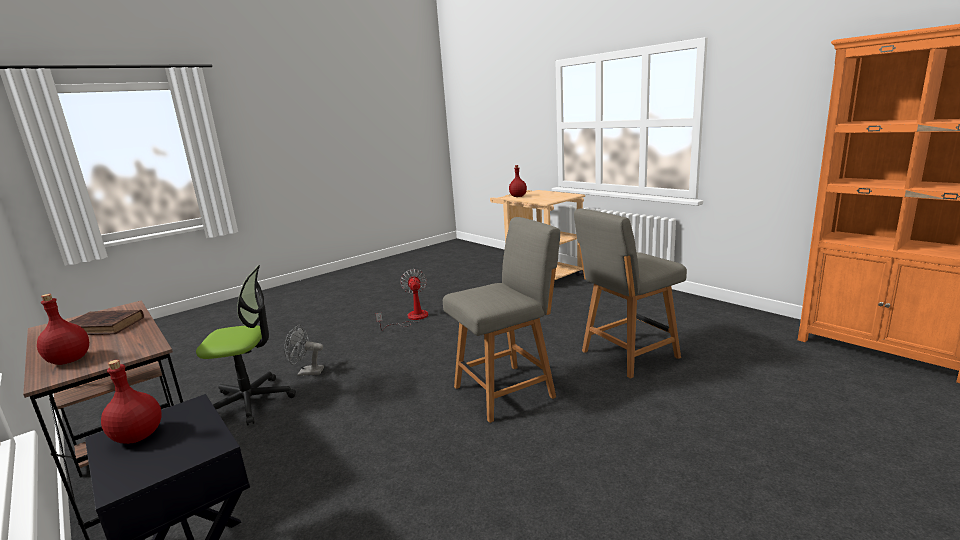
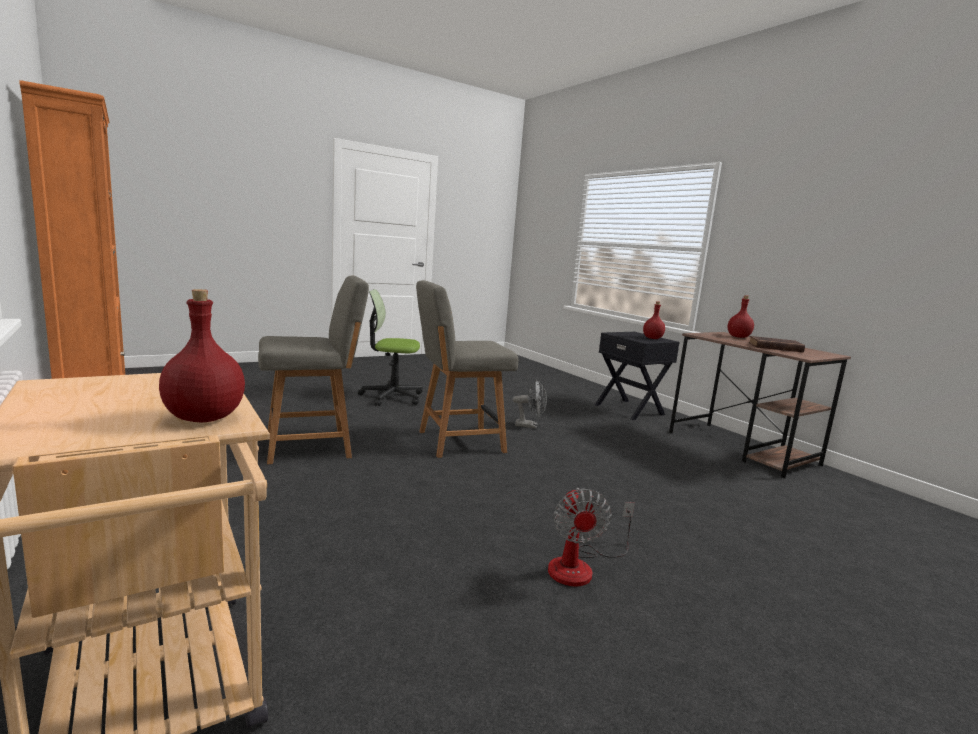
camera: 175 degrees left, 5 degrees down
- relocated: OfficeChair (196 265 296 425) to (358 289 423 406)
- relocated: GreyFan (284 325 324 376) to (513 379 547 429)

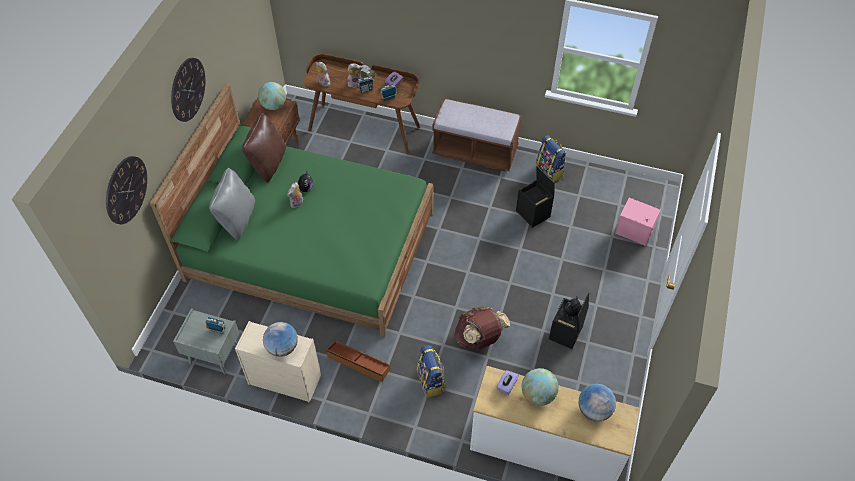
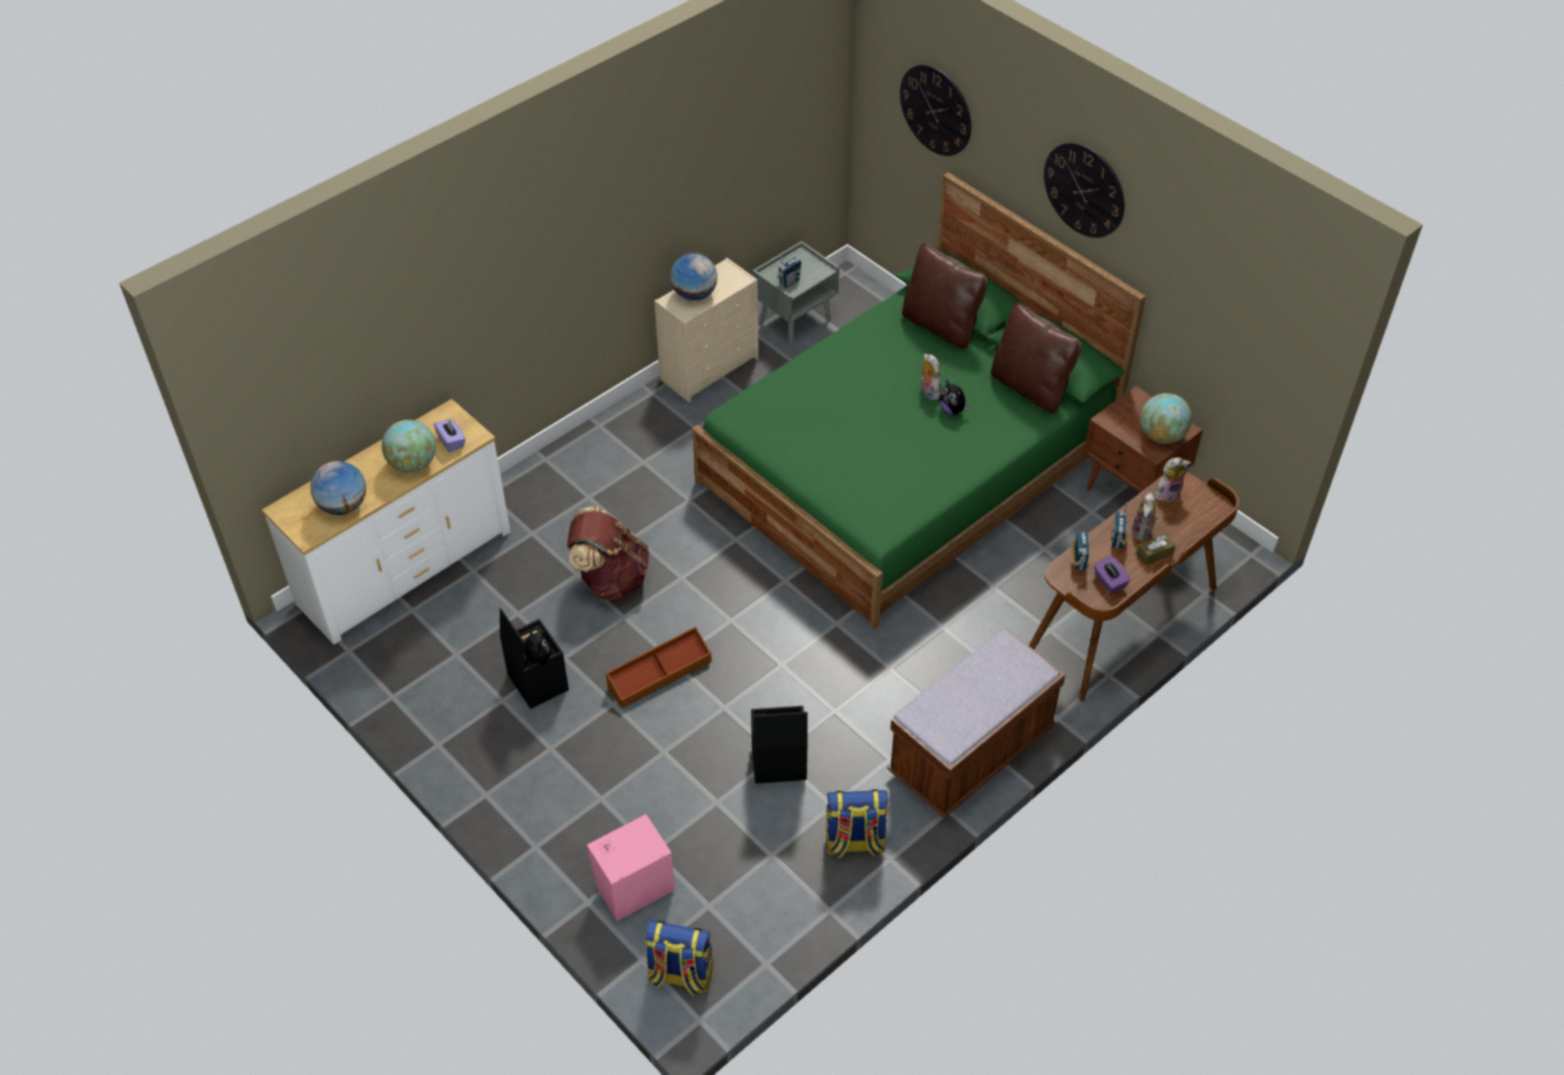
camera: 120 degrees right, 5 degrees down
- colour: GreyPillow (209 168 255 240) to BrownPillow (902 243 988 349)
- relocated: BrownStorageBox (326 340 390 382) to (606 626 712 708)
- relocated: Backpack (417 345 446 397) to (645 920 713 996)

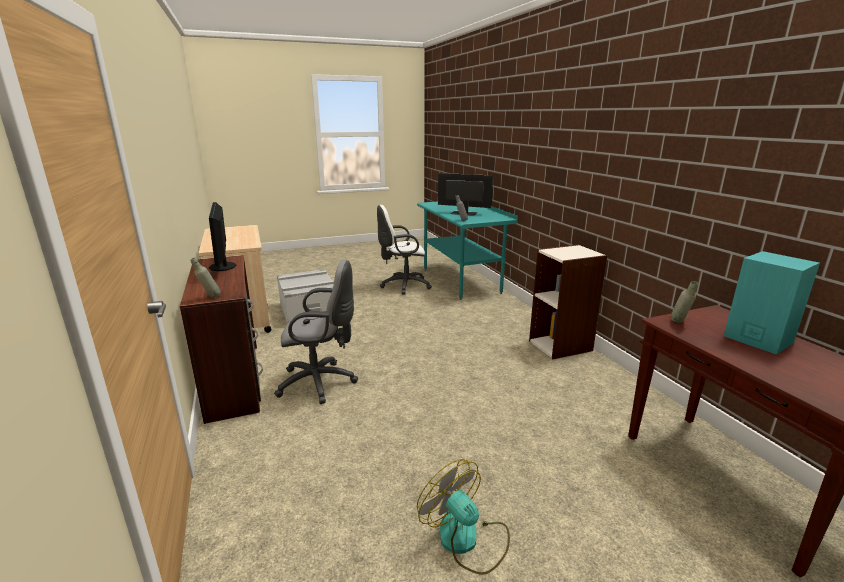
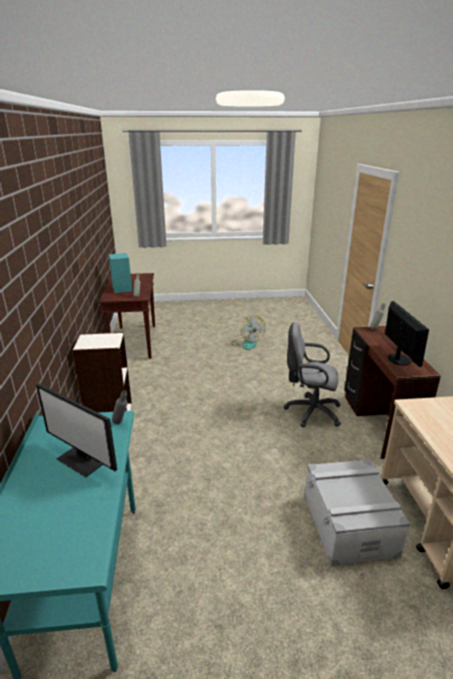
camera: 165 degrees left, 5 degrees up
- missing: WhiteOfficeChair (377 205 432 295)

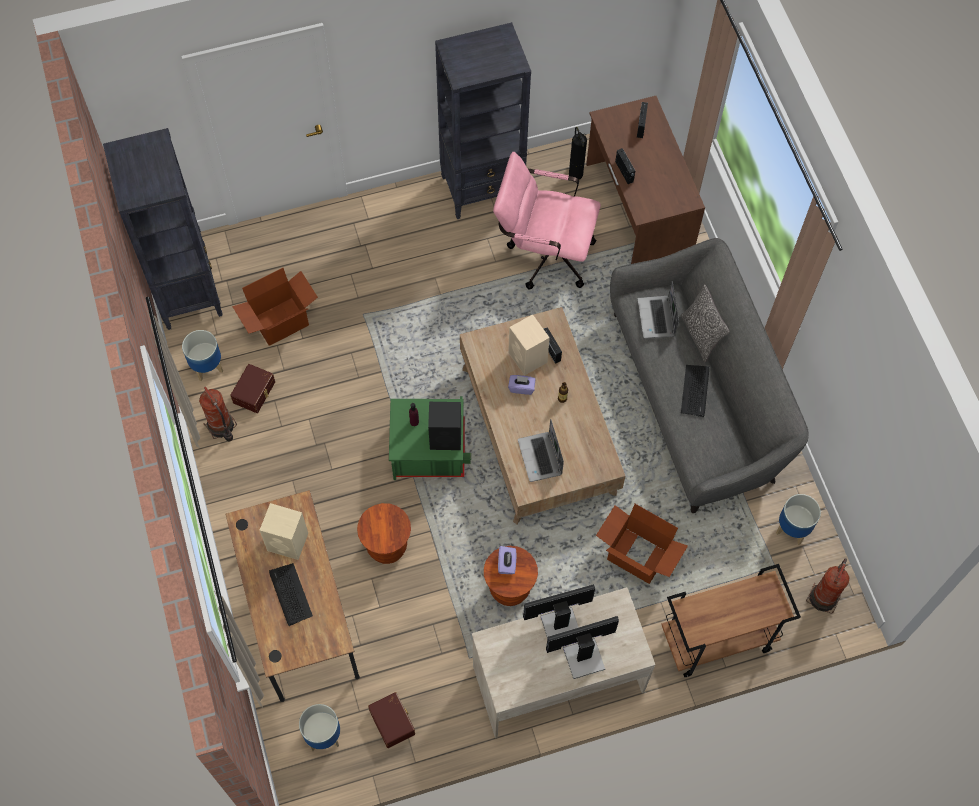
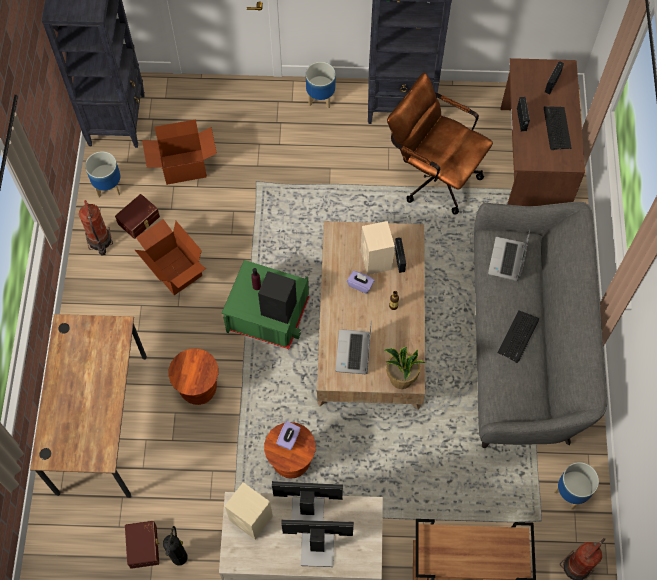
camera: 20 degrees right, 0 degrees up
- relocated: BeigeSpeaker (260 503 308 560) to (224 482 273 540)
- relocated: Keyboard (269 563 313 626) to (544 106 572 150)
- relocated: Planter (299 704 340 751) to (306 62 335 109)
- colour: PinkOfficeChair (493 152 601 290) to BrownOfficeChair (387 72 493 215)
- relocated: FireExtinguisher (569 127 587 180) to (163 526 188 566)
- relocated: CardboardBox (596 504 688 584) to (135 219 206 295)
- missing: Pillow (681 284 730 362)
- appeared: PottedPlant (384 346 425 389)

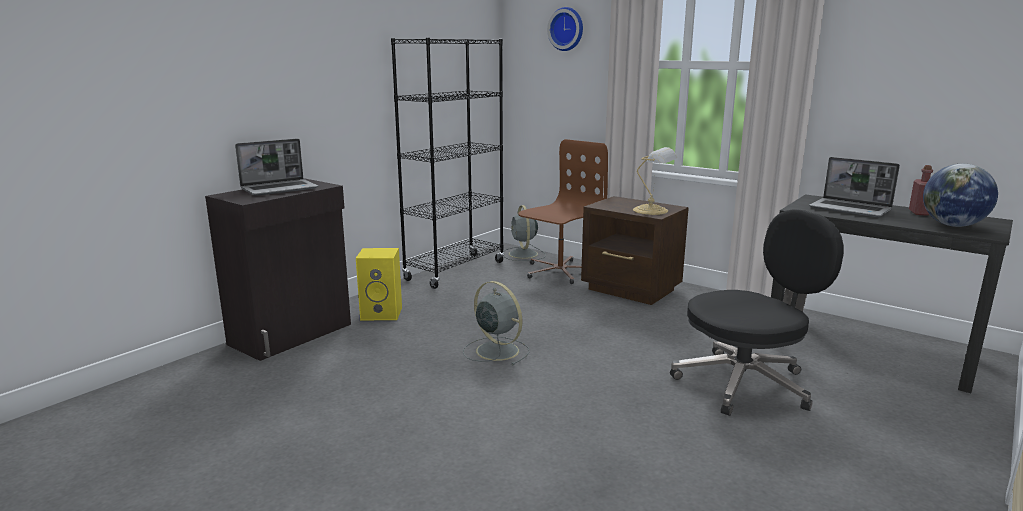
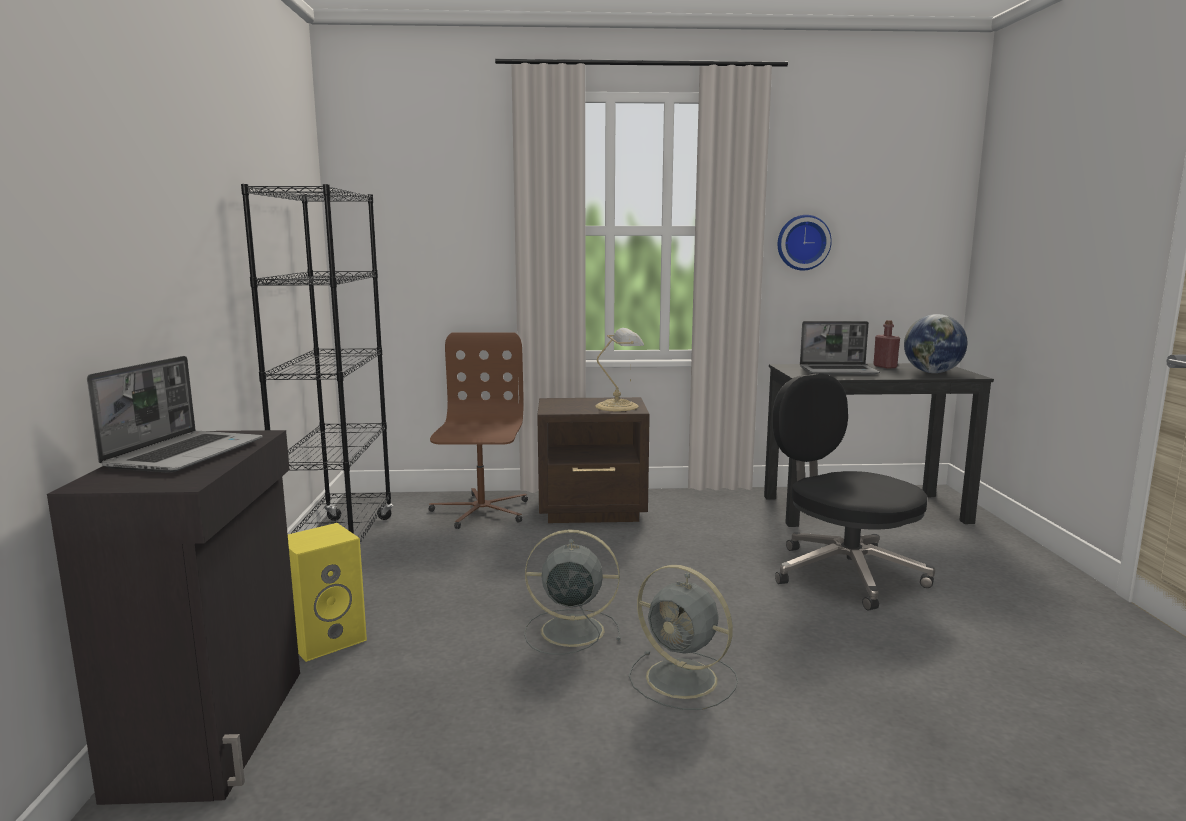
camera: 40 degrees left, 5 degrees down
- relocated: GreyFan (503 205 546 261) to (629 565 738 710)
- relocated: WallClock (547 7 583 51) to (778 215 832 271)
- spun: BlackOfficeChair (670 209 844 416) = (772 374 935 610) 60 degrees counterclockwise

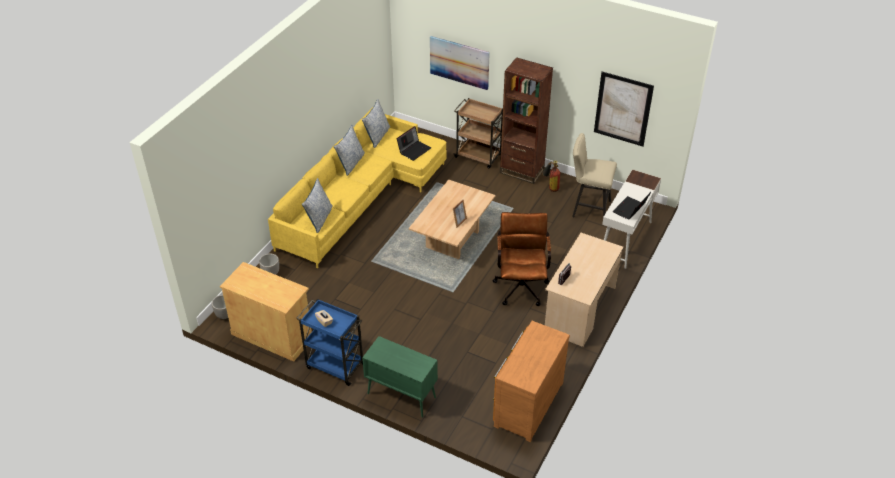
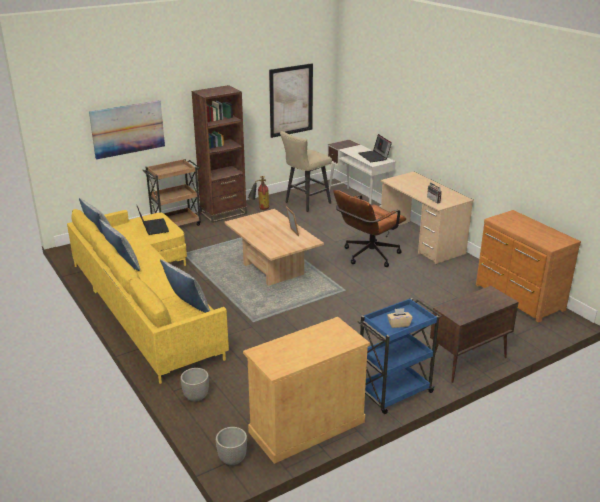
camera: 60 degrees left, 15 degrees down
- colour: GreenCabinet (362 336 438 418) to BrownCabinet (430 286 519 383)
- spun: BrownOfficeChair (492 212 551 306) = (333 190 406 267) 75 degrees counterclockwise

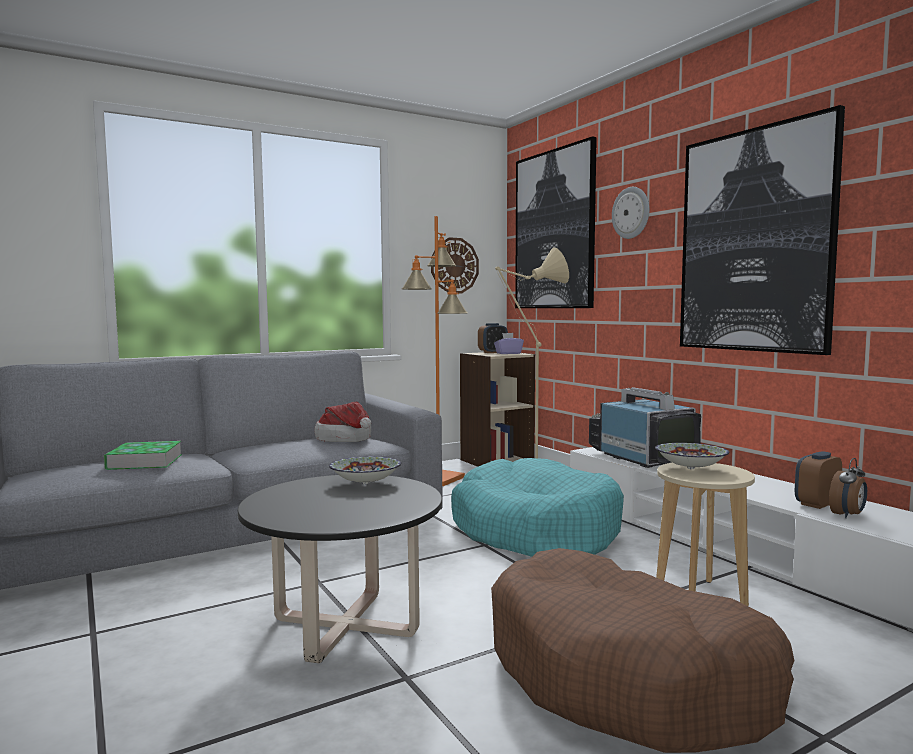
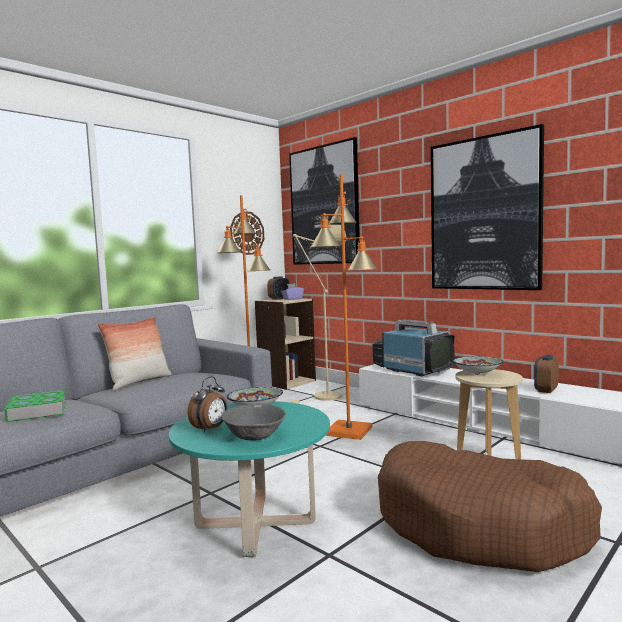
camera: 15 degrees left, 0 degrees up
- colour: BlackCoffeeTable (238 475 442 663) to TurquoiseCoffeeTable (169 401 330 557)
- missing: Hat (315 401 371 442)
- exchanged: TurquoiseDogBed (451 458 624 557) to OrangeFloorLamp (311 174 377 440)
- missing: WallClock (612 187 649 239)
- relocated: AlarmClock (829 458 867 518) to (188 376 227 433)
- appeared: Pillow (97 317 171 390)
- appeared: GreyBowl (221 404 286 441)

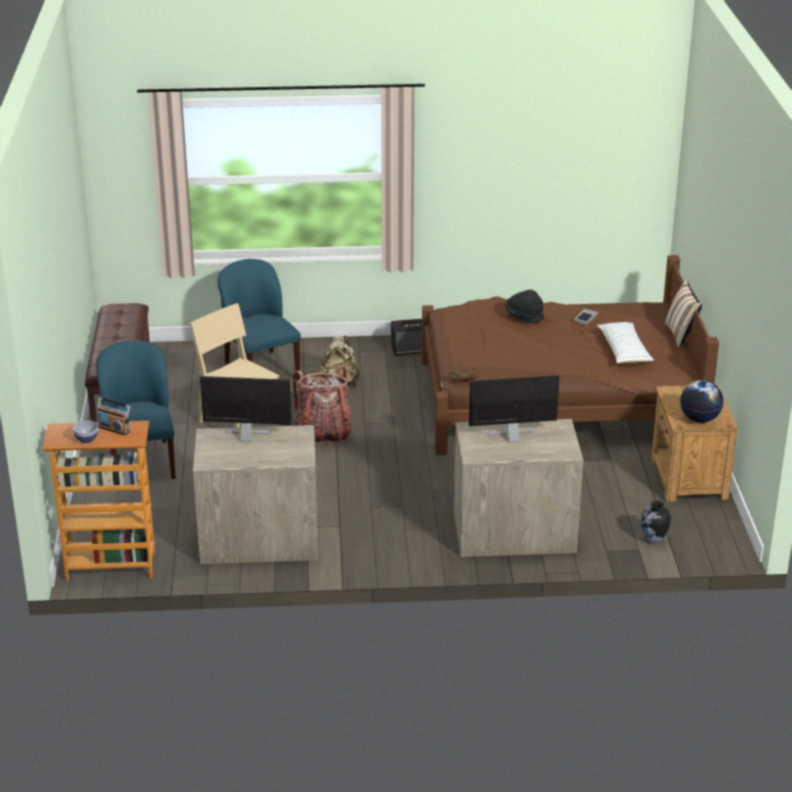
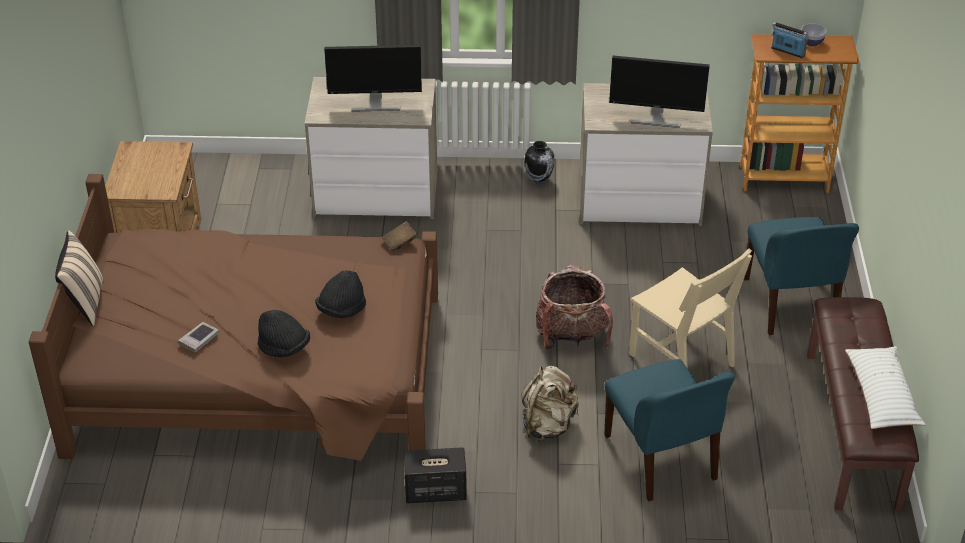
camera: 175 degrees left, 10 degrees up
- relocated: WhitePillow (597 322 654 364) to (845 346 925 429)
- relocated: Vase (641 501 671 544) to (525 141 554 184)
- missing: Globe (680 380 724 423)
- appeared: BlackHat (315 270 366 318)

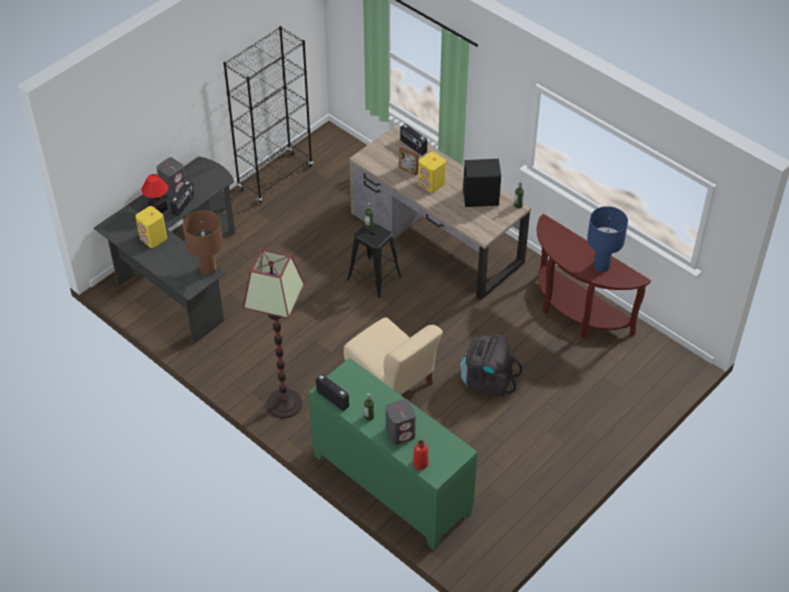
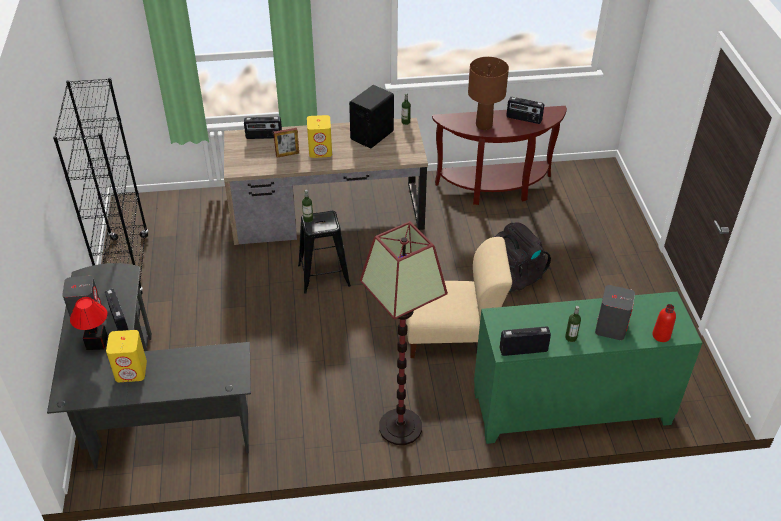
camera: 50 degrees left, 5 degrees down
- relocated: BrownTableLamp (183 210 223 275) to (468 57 509 130)
- exchanged: BlueTableLamp (587 206 628 272) to Radio (506 97 544 124)

